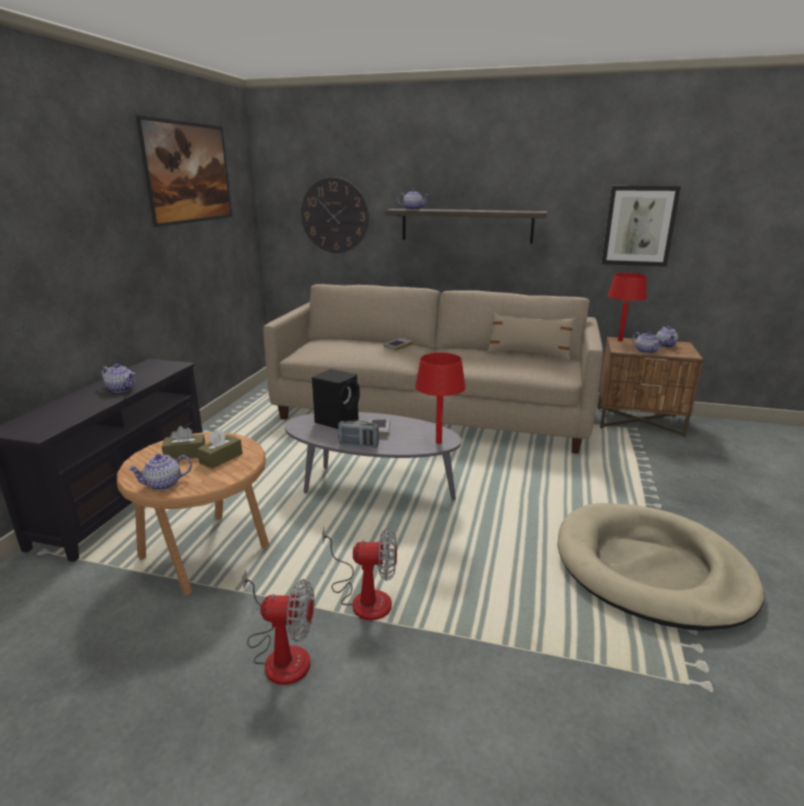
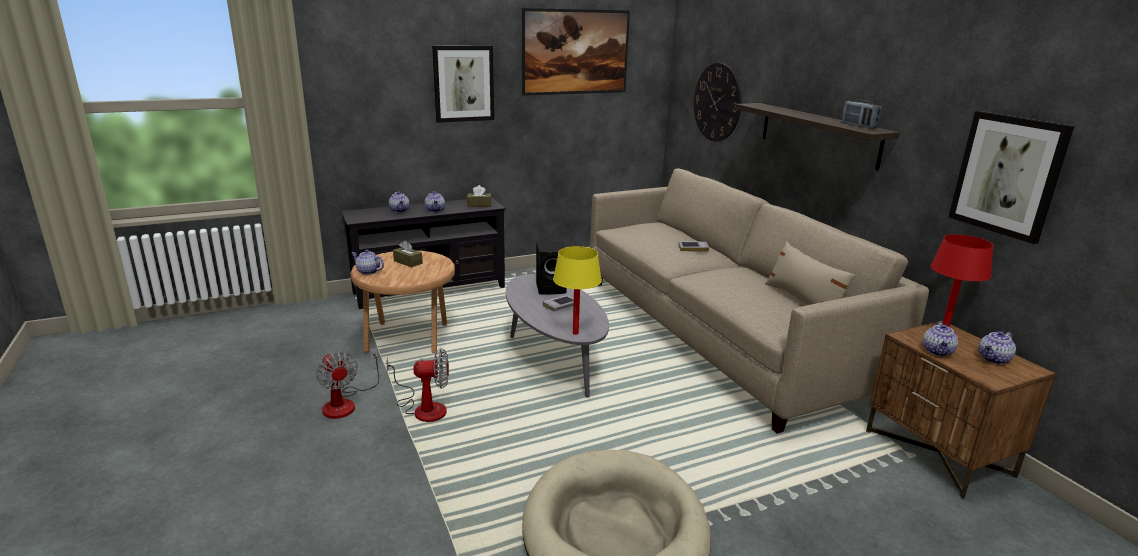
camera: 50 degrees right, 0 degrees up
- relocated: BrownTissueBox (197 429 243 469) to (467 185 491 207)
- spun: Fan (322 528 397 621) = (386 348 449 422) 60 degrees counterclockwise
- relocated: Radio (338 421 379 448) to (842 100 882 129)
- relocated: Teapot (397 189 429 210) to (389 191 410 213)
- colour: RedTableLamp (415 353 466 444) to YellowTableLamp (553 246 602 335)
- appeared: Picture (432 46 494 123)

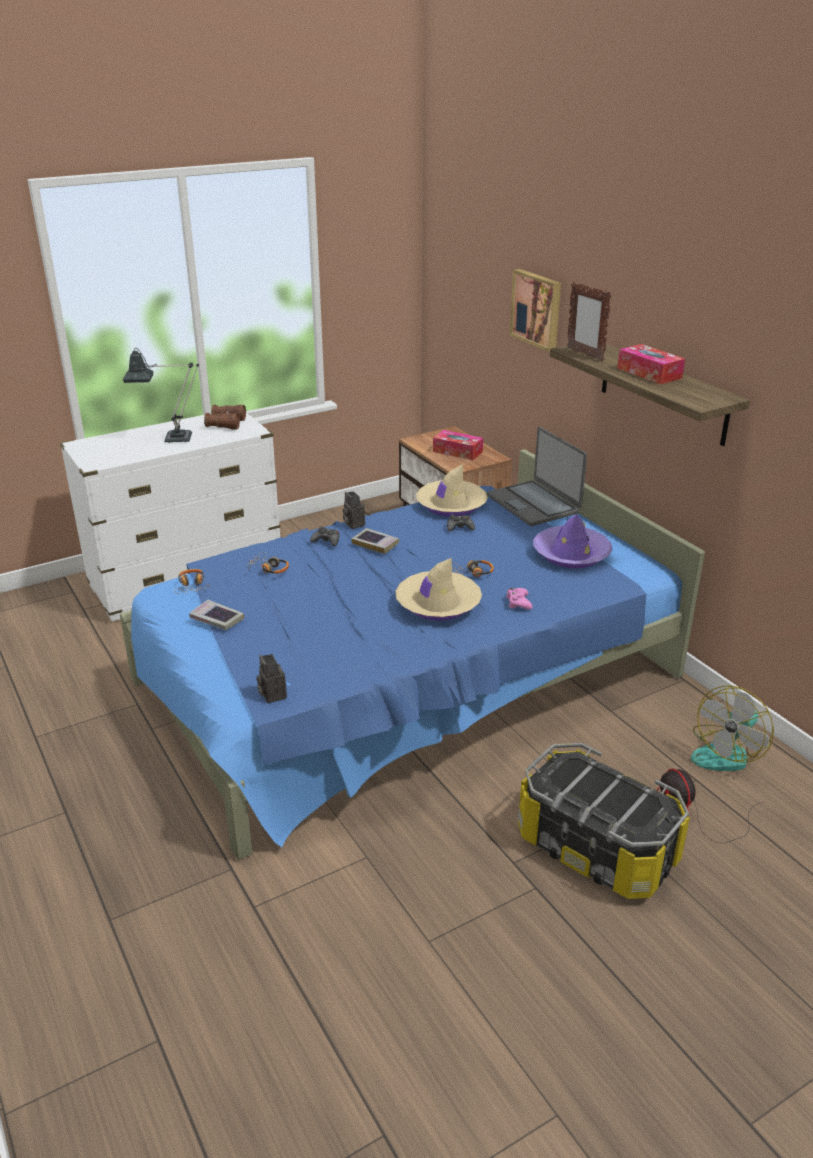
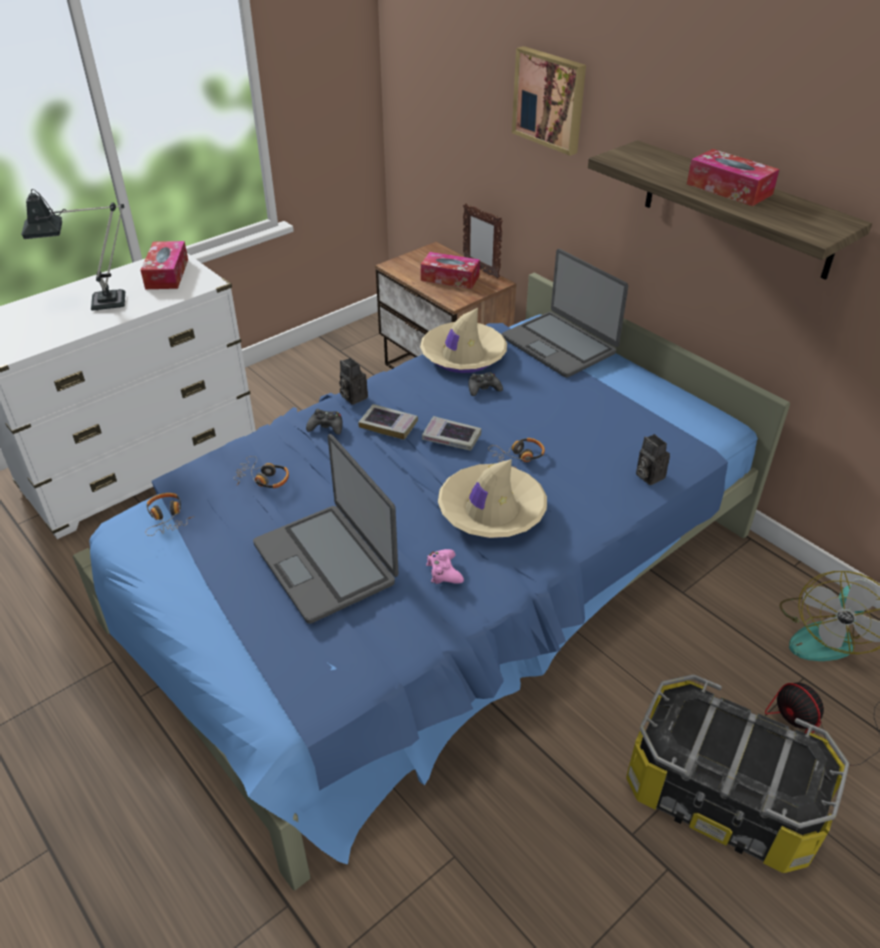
camera: 10 degrees left, 10 degrees up
- relocated: Book (189 600 244 630) to (422 416 481 451)
- exchanged: BrownBinoculars (204 404 246 430) to TissueBox (141 241 188 289)
- relocated: PhotoCamera (256 654 287 703) to (636 434 670 485)
- relocated: PinkGameController (506 588 532 609) to (426 549 464 584)
- missing: PurpleHat (533 514 612 568)
- relocated: PictureFrame (567 282 612 361) to (463 203 503 278)
- appeared: Laptop (253 434 398 624)

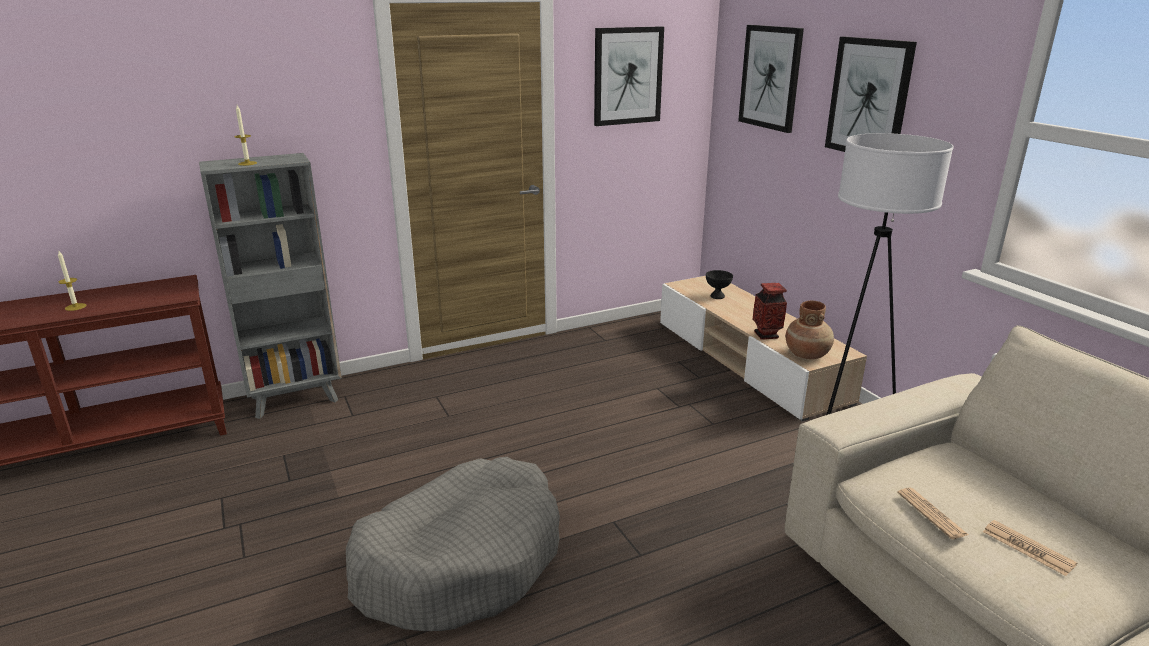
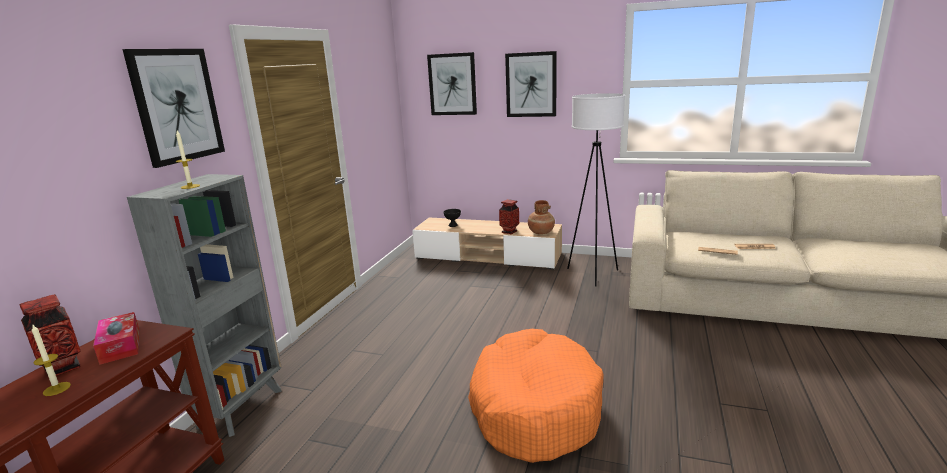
camera: 45 degrees left, 5 degrees down
- colour: GreyDogBed (346 457 560 631) to OrangeDogBed (468 329 604 463)
- relocated: Picture (594 26 664 126) to (122 49 225 168)
- appeared: Vase (20 294 81 376)
- appeared: TissueBox (93 312 139 365)

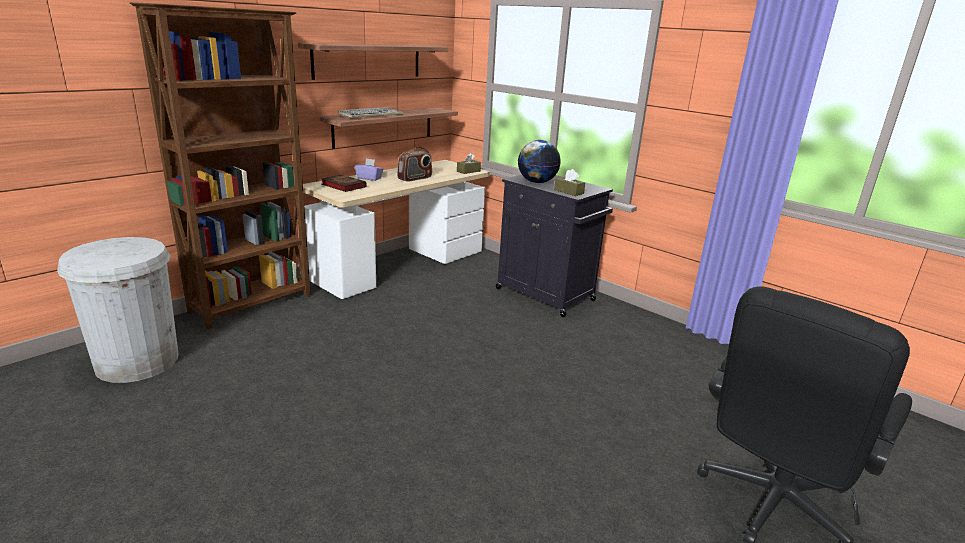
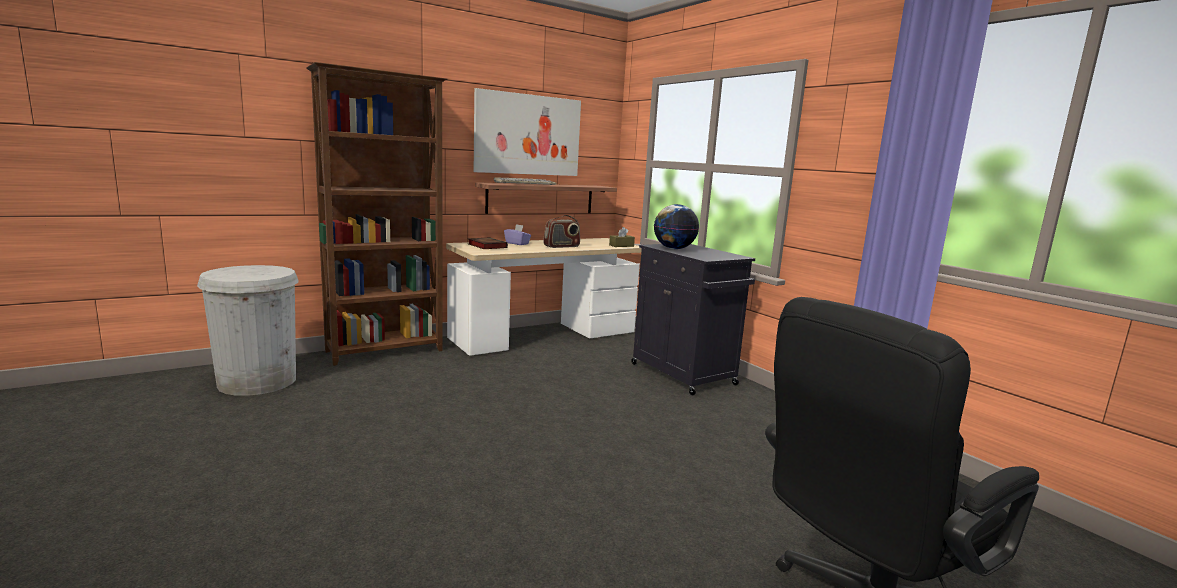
camera: 15 degrees right, 10 degrees down
- exchanged: Shelf (298 43 448 80) to Picture (474 88 581 176)
- missing: BrownTissueBox (554 169 585 196)

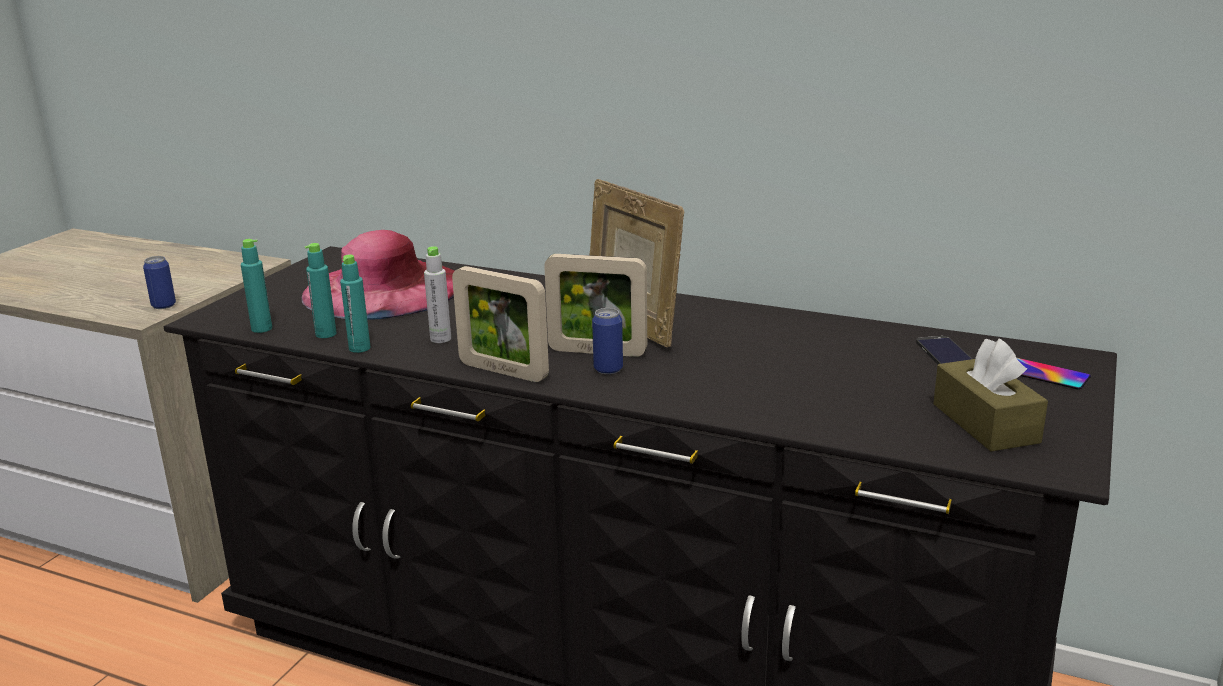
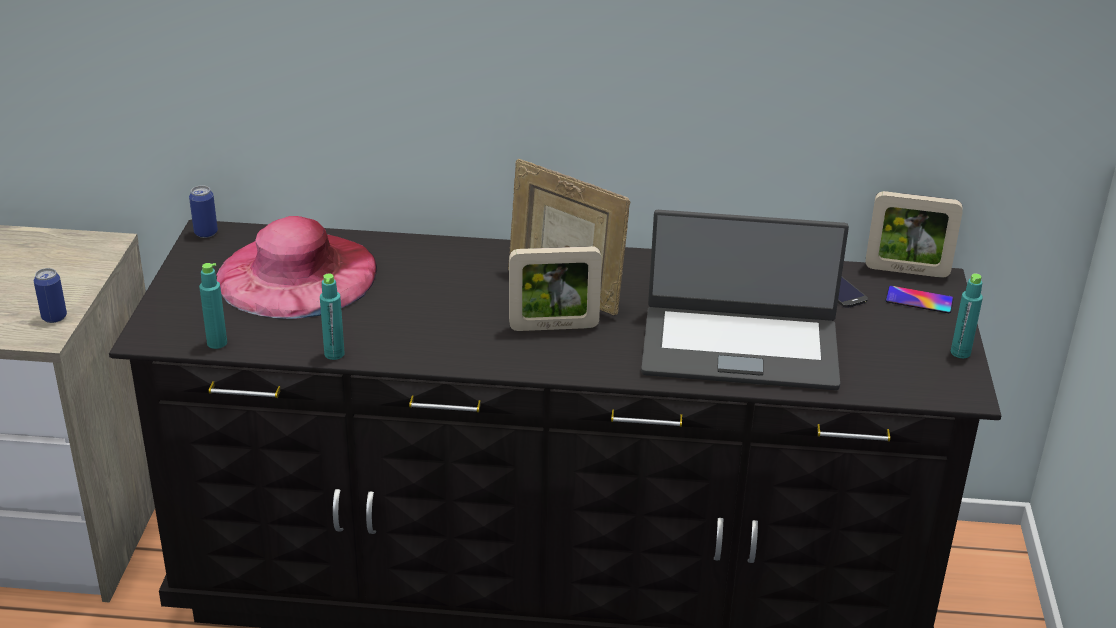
camera: 20 degrees left, 10 degrees up
- relocated: TurquoiseBottle (305 243 336 338) to (951 274 983 358)
- missing: GreyBottle (424 246 451 343)
- relocated: PictureFrame (452 266 549 382) to (866 191 963 278)
- relocated: Can (592 308 623 374) to (189 186 218 238)
- missing: BrownTissueBox (933 338 1048 451)
- appeared: Laptop (641 210 849 390)

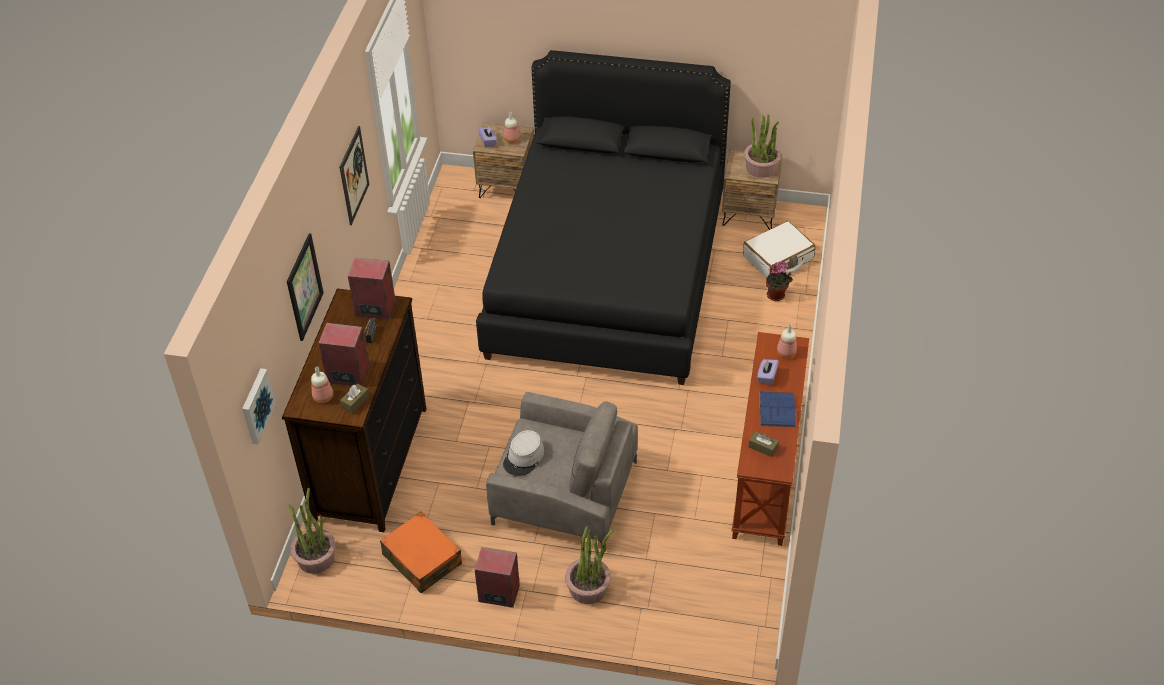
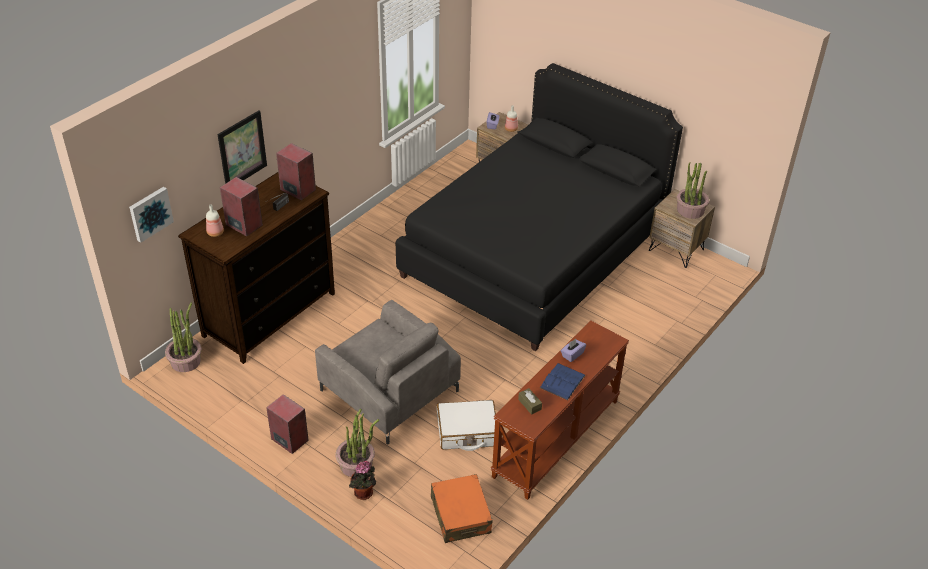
camera: 25 degrees right, 5 degrees down
- missing: Picture (340 126 369 225)
- missing: BrownTissueBox (340 383 369 414)
- relocated: OrangeSuitcase (380 511 462 593) to (431 474 492 543)
- missing: GreyHat (503 430 544 476)
- relocated: WhiteSuitcase (743 221 815 278) to (437 400 496 451)
- relocated: PottedPlant (766 261 793 301) to (349 461 376 500)
- missing: Bottle (777 324 797 358)

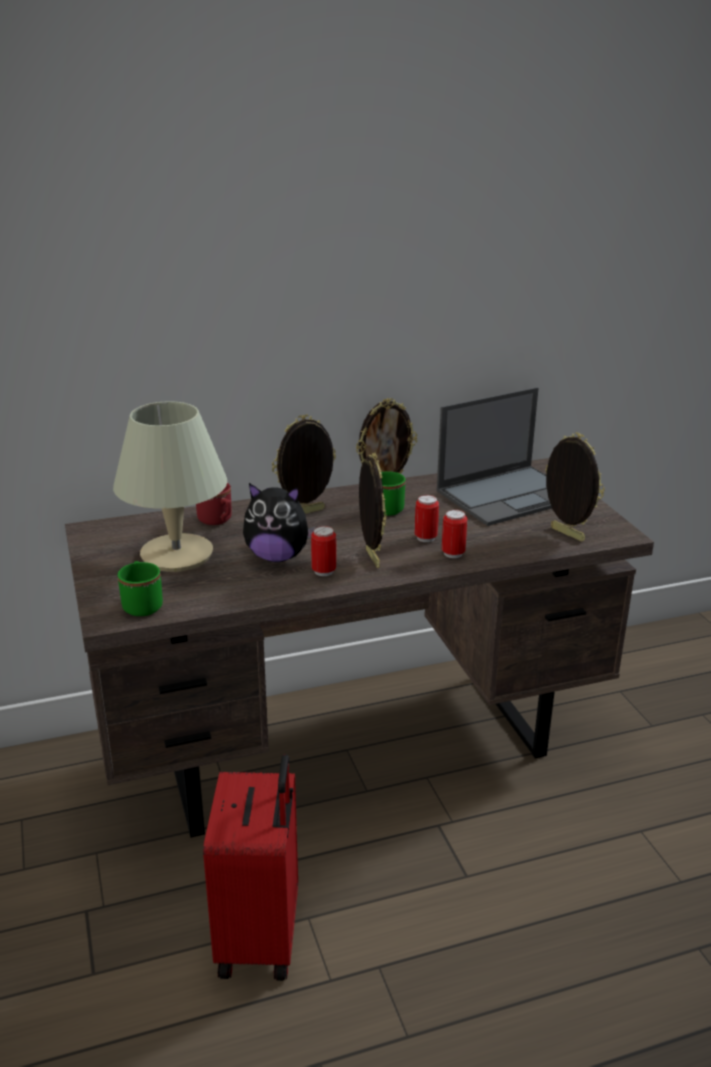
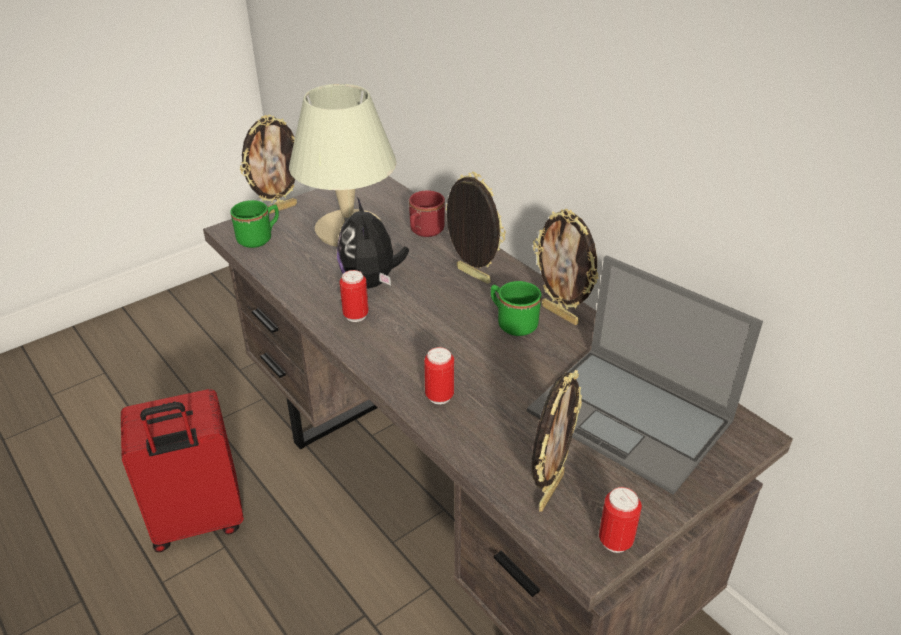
camera: 70 degrees right, 10 degrees up
- relocated: PictureFrame (359 452 387 568) to (240 115 297 214)
- relocated: Can (414 495 439 542) to (599 487 642 553)

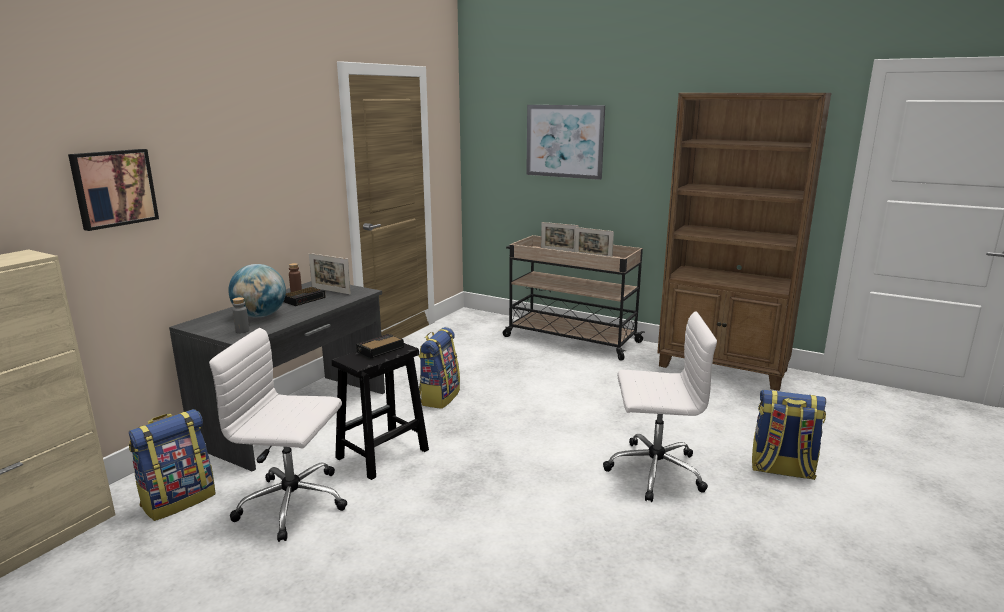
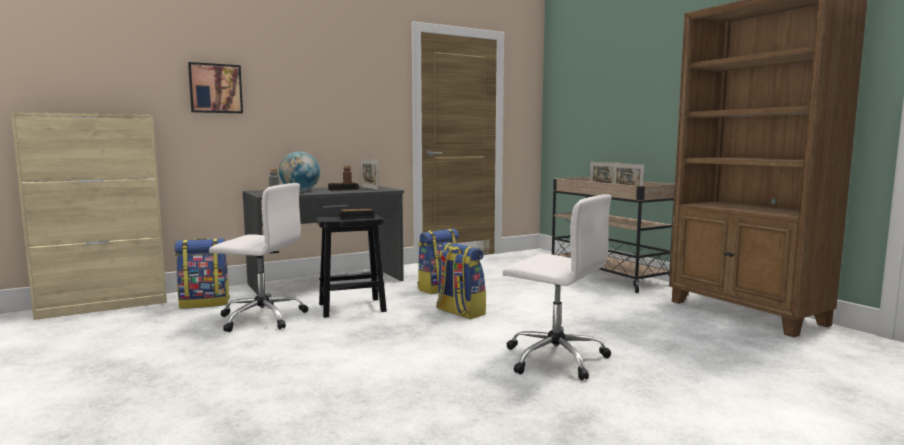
camera: 30 degrees right, 10 degrees down
- spun: WhiteOfficeChair (209 328 347 542) = (209 183 308 332) 150 degrees clockwise
- missing: Picture (526 105 605 180)
- relocated: Backpack (752 390 826 480) to (436 242 486 319)

